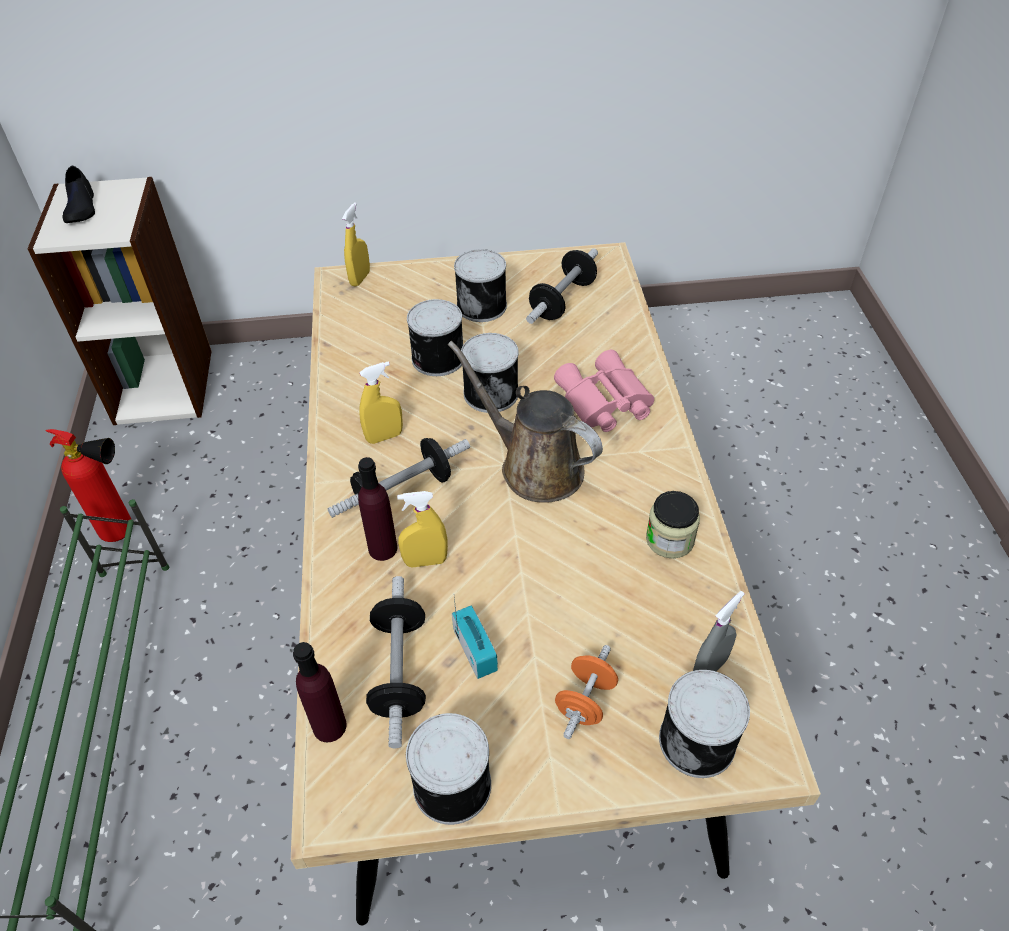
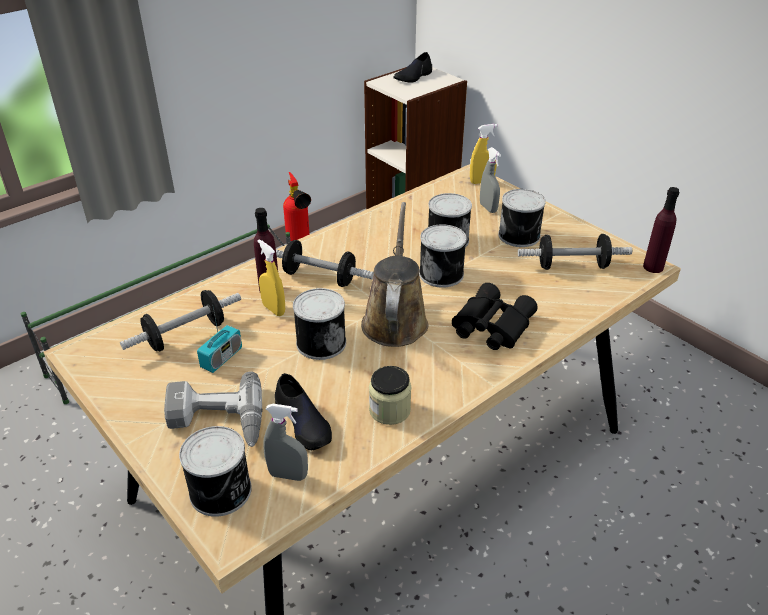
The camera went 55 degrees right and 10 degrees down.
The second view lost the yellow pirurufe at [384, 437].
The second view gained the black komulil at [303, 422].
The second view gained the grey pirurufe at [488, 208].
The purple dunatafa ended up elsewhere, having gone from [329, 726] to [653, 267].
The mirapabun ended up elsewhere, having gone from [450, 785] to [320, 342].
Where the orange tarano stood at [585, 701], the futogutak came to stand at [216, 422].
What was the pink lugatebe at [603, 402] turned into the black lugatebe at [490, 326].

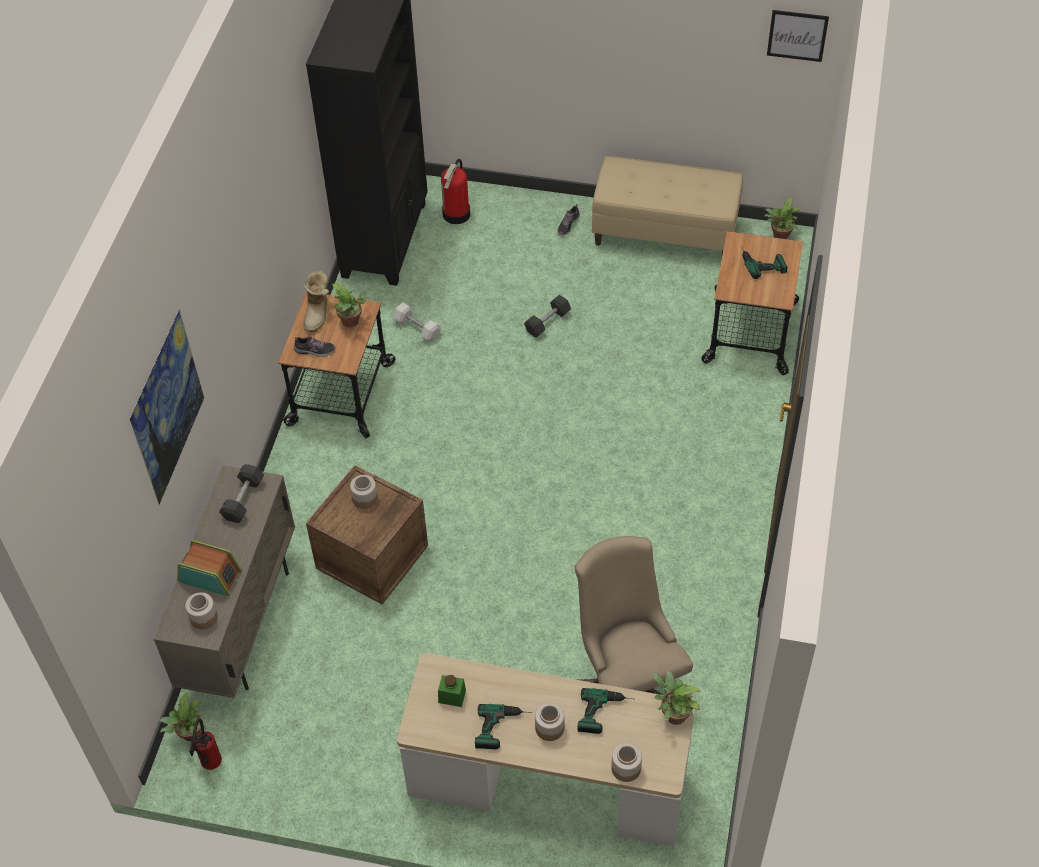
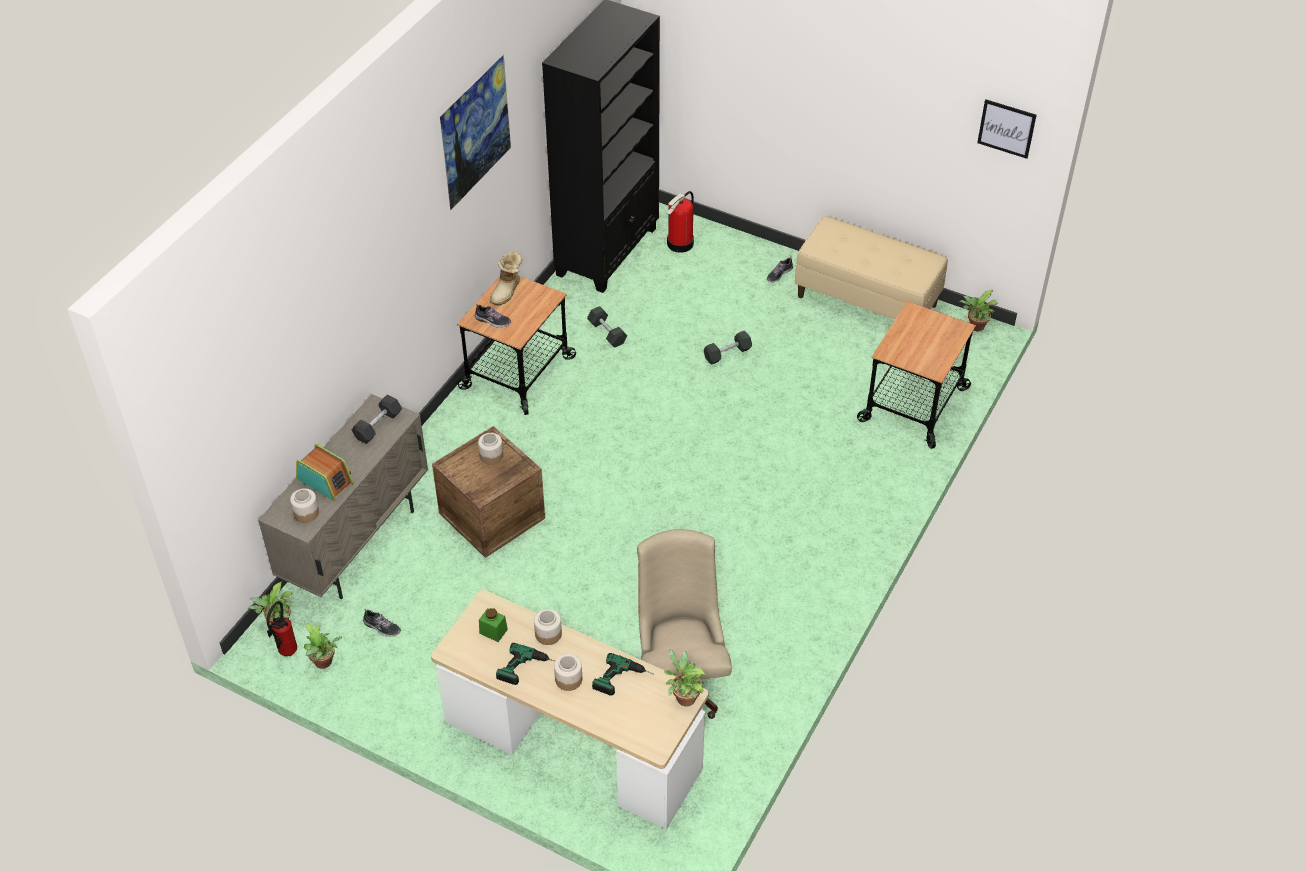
The camera went 15 degrees right and 5 degrees down.
The second view lost the futogutak at [761, 261].
The second view gained the komulil at [382, 627].
The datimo ended up elsewhere, having gone from [175, 429] to [478, 156].
The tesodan ended up elsewhere, having gone from [352, 322] to [324, 663].
The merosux ended up elsewhere, having gone from [626, 768] to [548, 634].
What was the white tarano at [417, 328] turned into the black tarano at [607, 333].

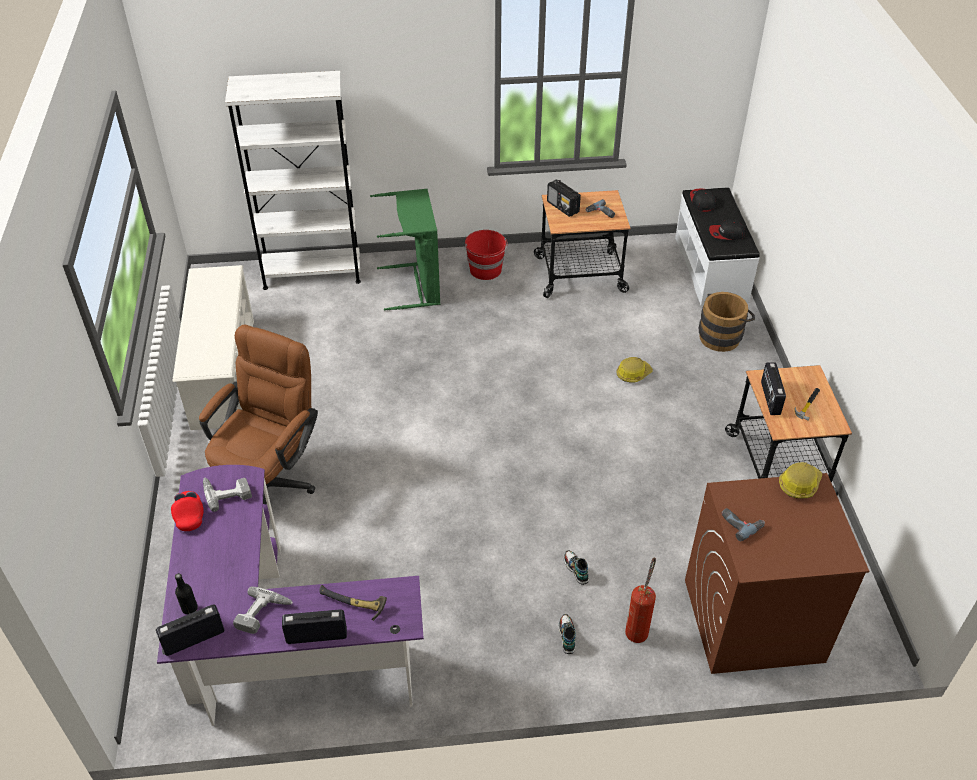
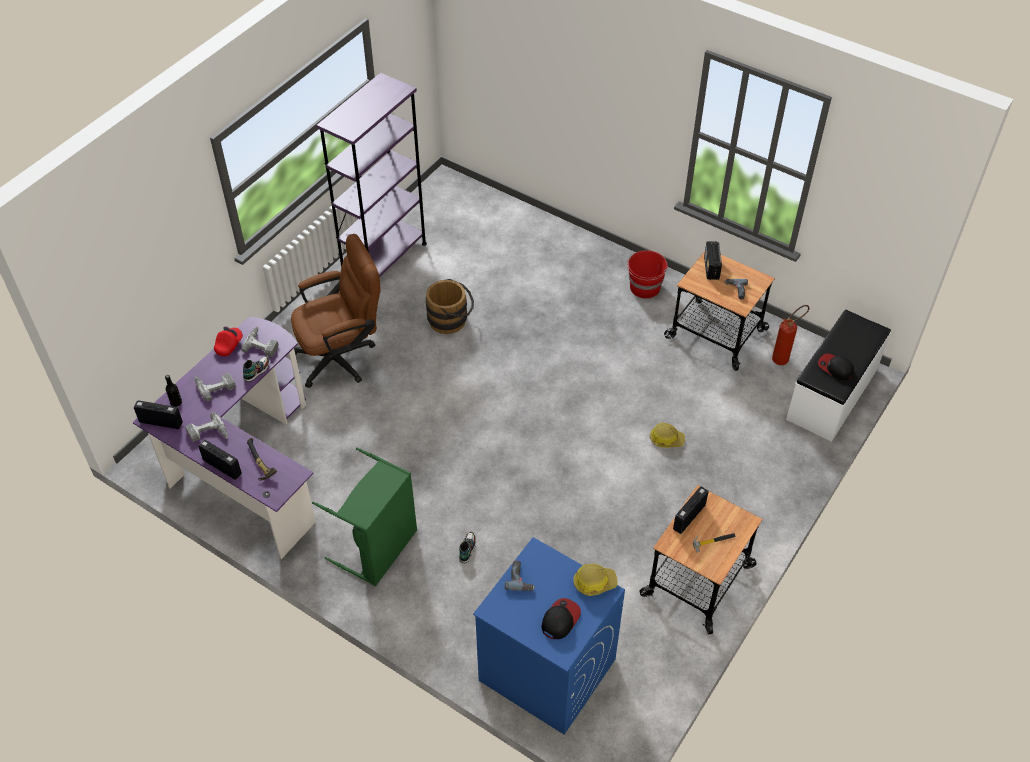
The camera went 40 degrees right and 5 degrees up.
The second view lost the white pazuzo at [312, 273].
The second view gained the futogutak at [215, 385].
The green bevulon ended up elsewhere, having gone from [417, 286] to [379, 549].
The komulil ended up elsewhere, having gone from [567, 636] to [256, 371].
The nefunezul ended up elsewhere, having gone from [638, 628] to [783, 358].
The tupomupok ended up elsewhere, having gone from [702, 201] to [560, 619].
The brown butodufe ended up elsewhere, having gone from [722, 335] to [451, 320].
Where the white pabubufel stood at [223, 373], the purple pazuzo came to stand at [385, 261].
What was the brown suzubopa at [752, 621] turned into the blue suzubopa at [546, 670].

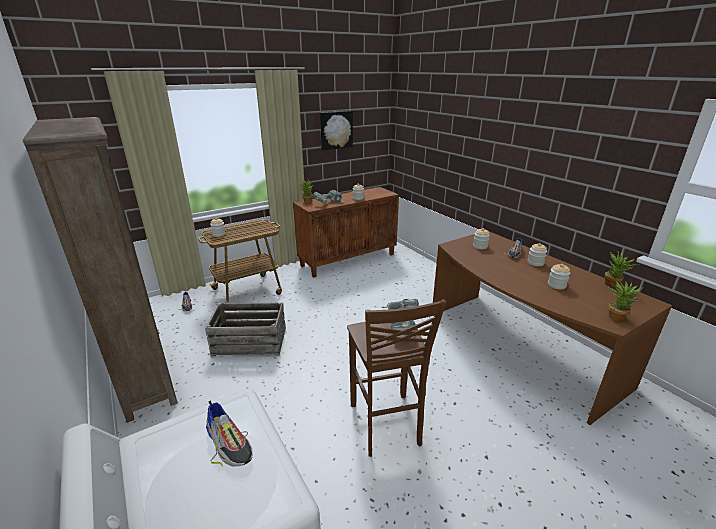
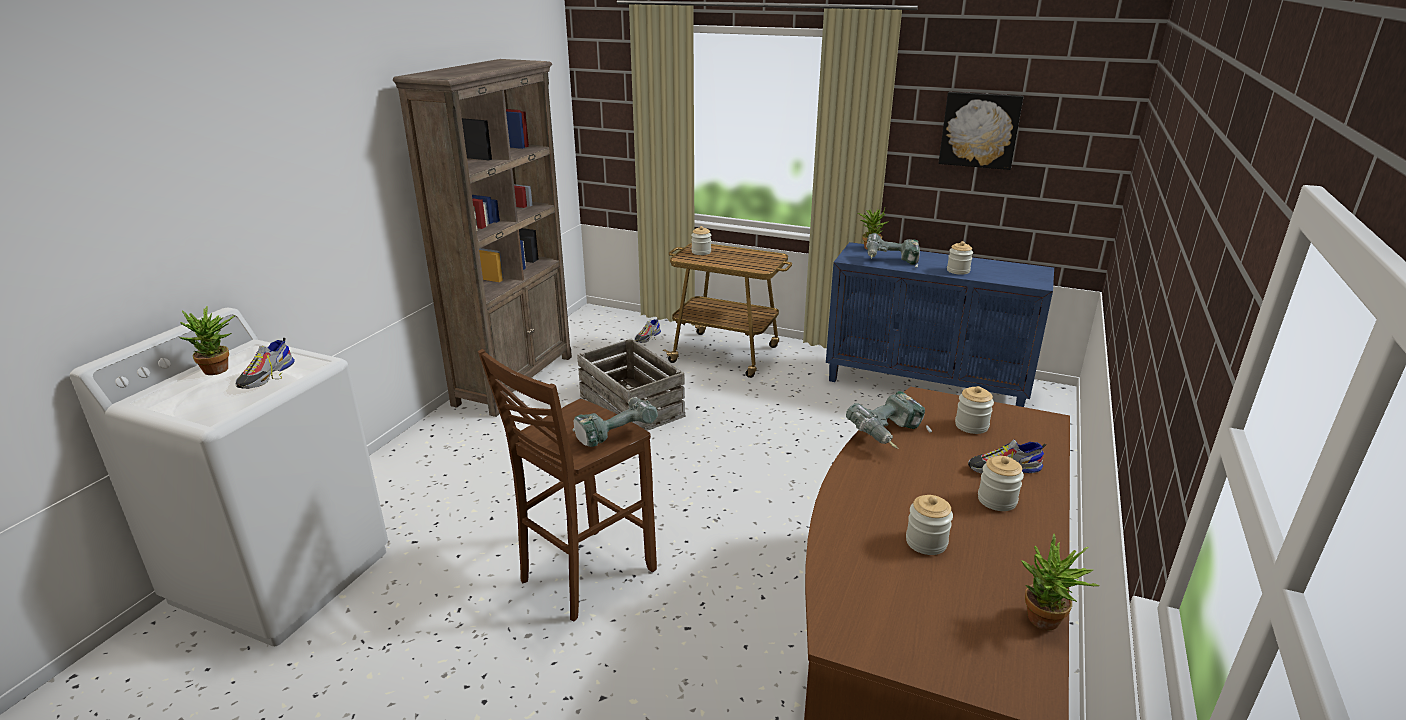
The camera went 55 degrees right and 0 degrees up.
The second view gained the futogutak at [889, 436].
The tesodan ended up elsewhere, having gone from [617, 316] to [220, 371].
What was the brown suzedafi at [348, 259] turned into the blue suzedafi at [927, 385].

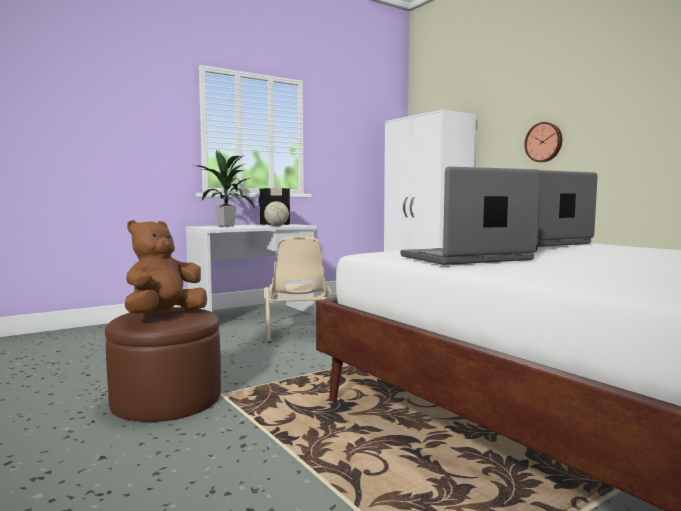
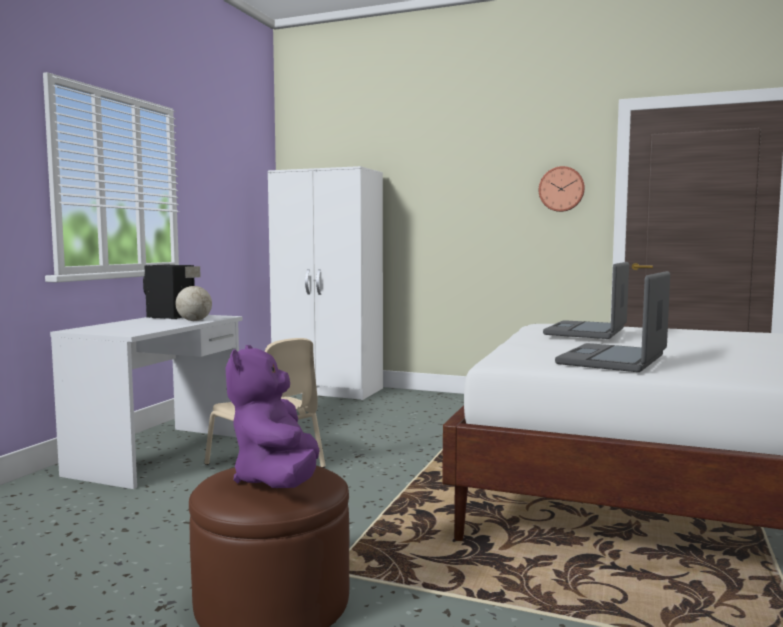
The camera went 35 degrees left and 0 degrees up.
The second view lost the tesodan at [226, 226].
The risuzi ended up elsewhere, having gone from [544, 142] to [561, 189].
What was the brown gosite at [164, 315] turned into the purple gosite at [278, 481].

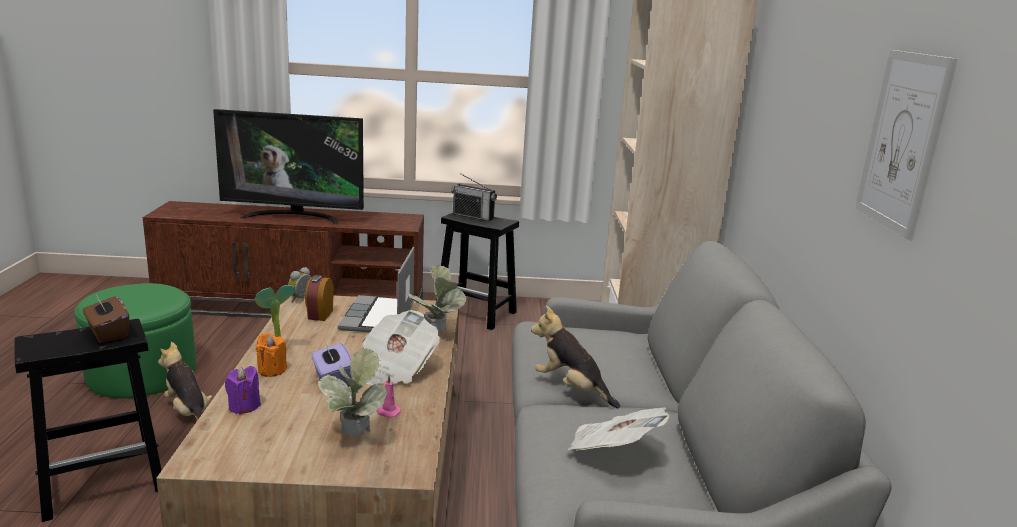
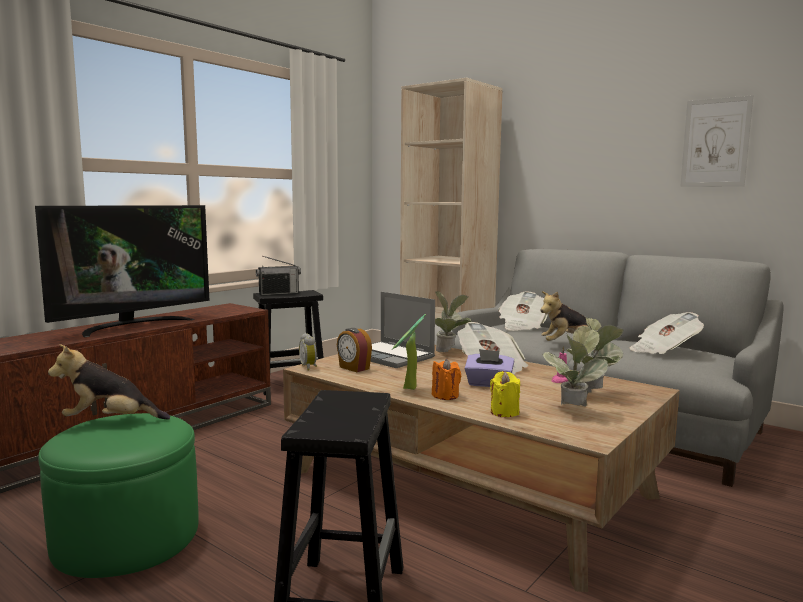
The camera went 50 degrees left and 10 degrees down.
The second view lost the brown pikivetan at [107, 333].
The second view gained the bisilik at [522, 326].
The second view gained the tesodan at [572, 410].
The gosite ended up elsewhere, having gone from [188, 412] to [110, 421].
What was the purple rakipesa at [244, 406] turned into the yellow rakipesa at [504, 412].

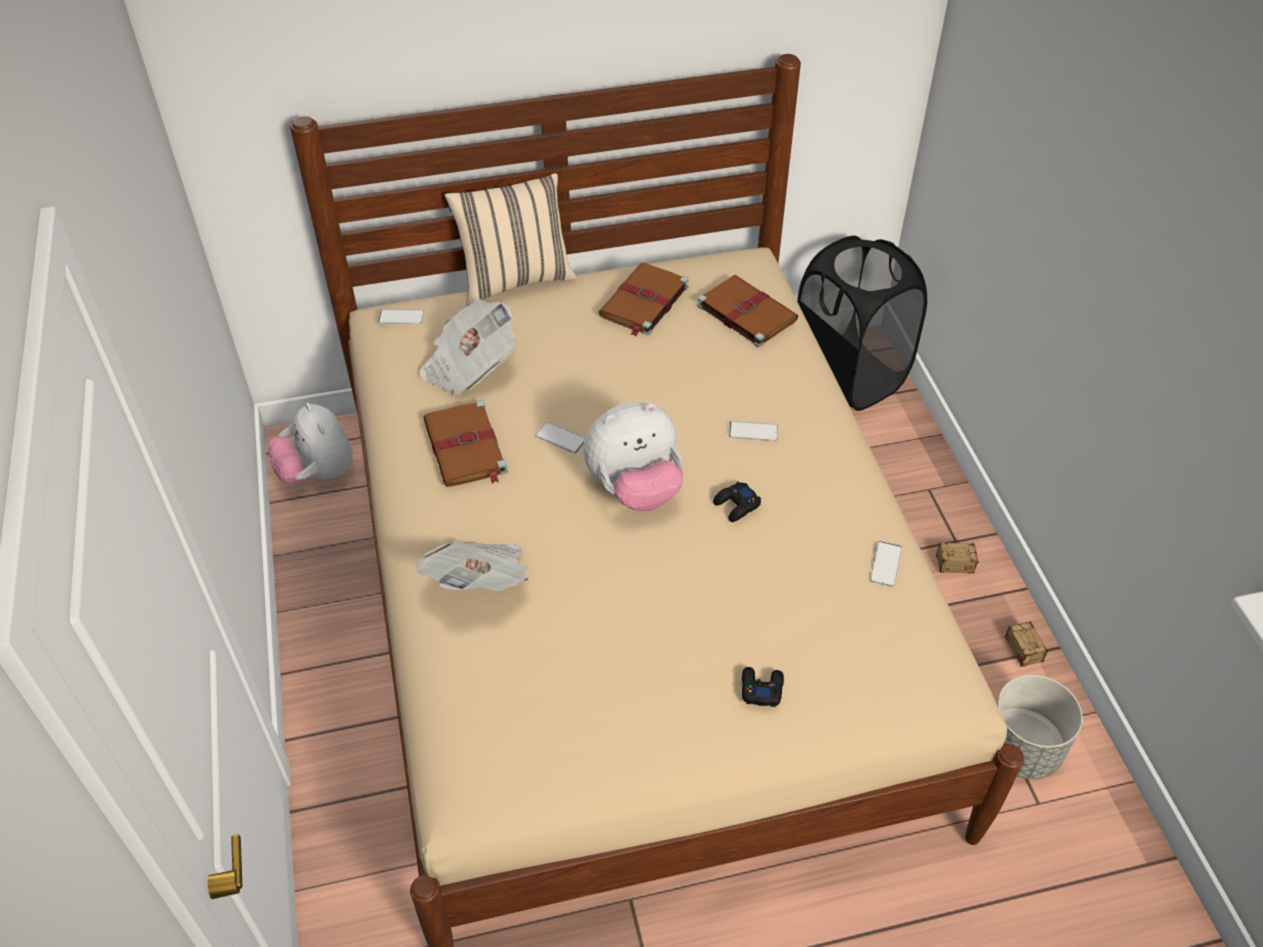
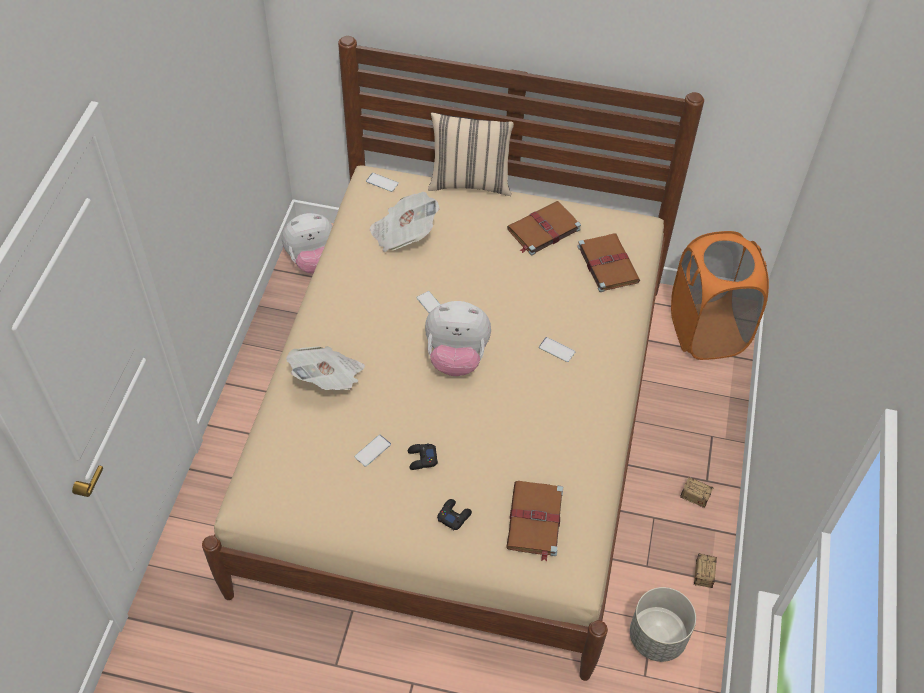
The camera went 25 degrees right and 5 degrees up.
The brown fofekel ended up elsewhere, having gone from [466, 448] to [535, 521].
The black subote ended up elsewhere, having gone from [736, 505] to [422, 459].
The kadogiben ended up elsewhere, having gone from [886, 564] to [372, 450].
What was the black bevulon at [848, 377] turned into the orange bevulon at [707, 331].
The gosite at [318, 473] ended up facing another way, 105 degrees counterclockwise from before.

